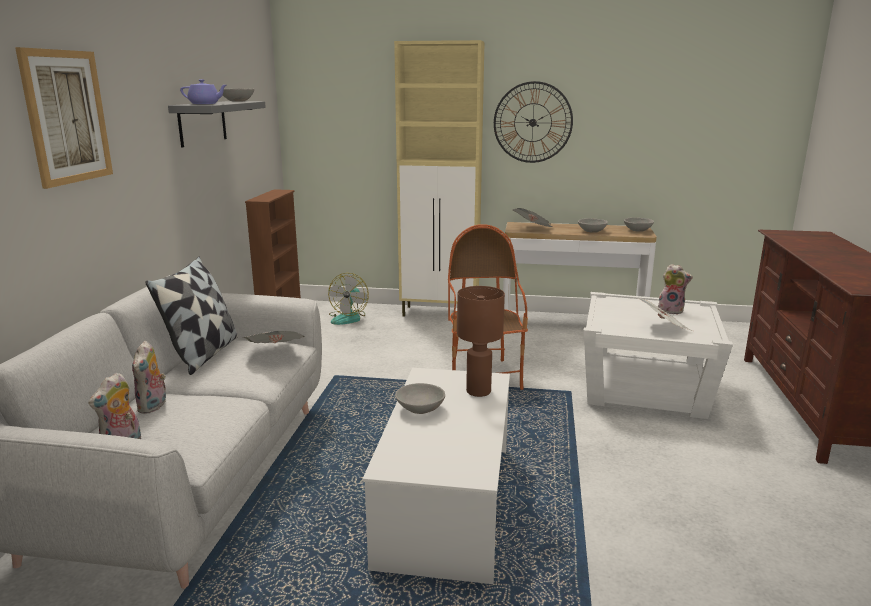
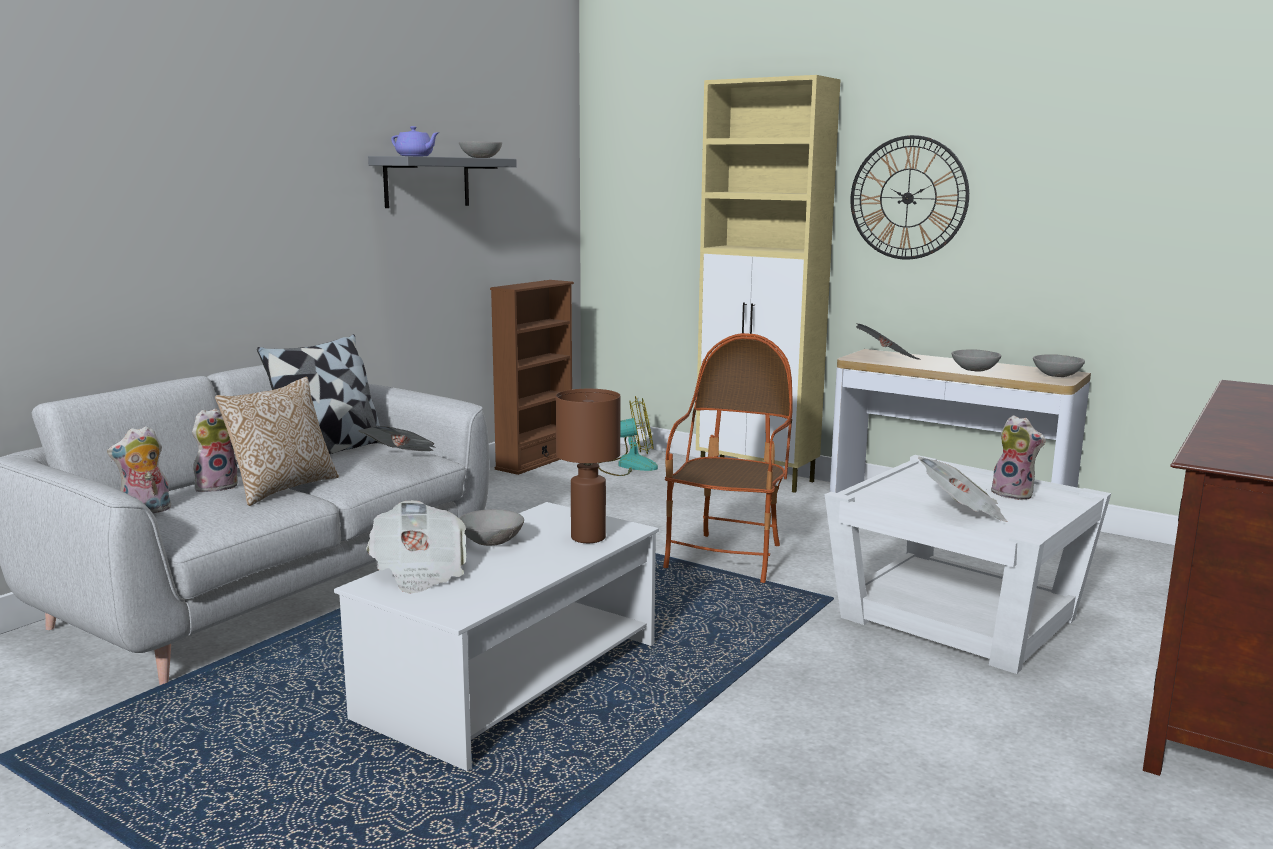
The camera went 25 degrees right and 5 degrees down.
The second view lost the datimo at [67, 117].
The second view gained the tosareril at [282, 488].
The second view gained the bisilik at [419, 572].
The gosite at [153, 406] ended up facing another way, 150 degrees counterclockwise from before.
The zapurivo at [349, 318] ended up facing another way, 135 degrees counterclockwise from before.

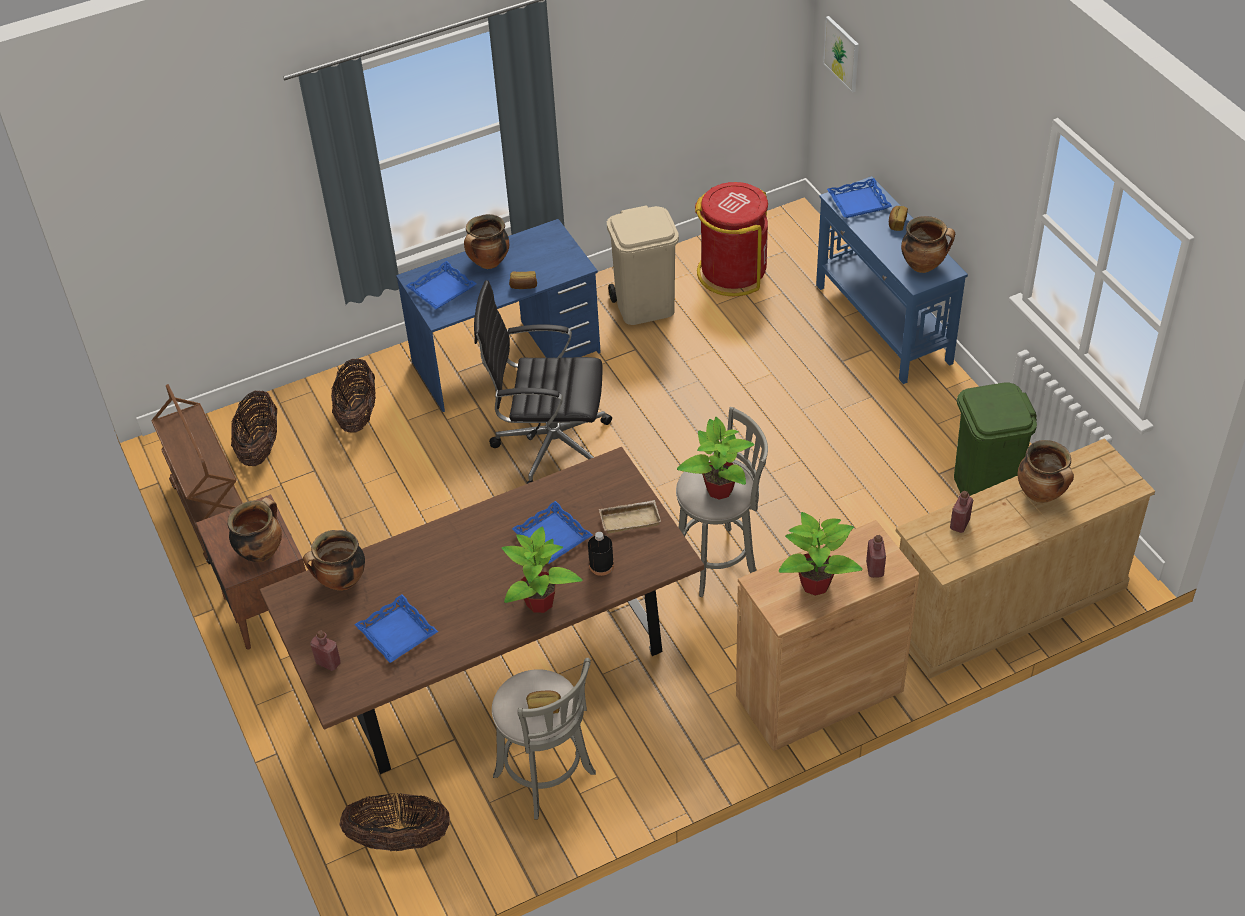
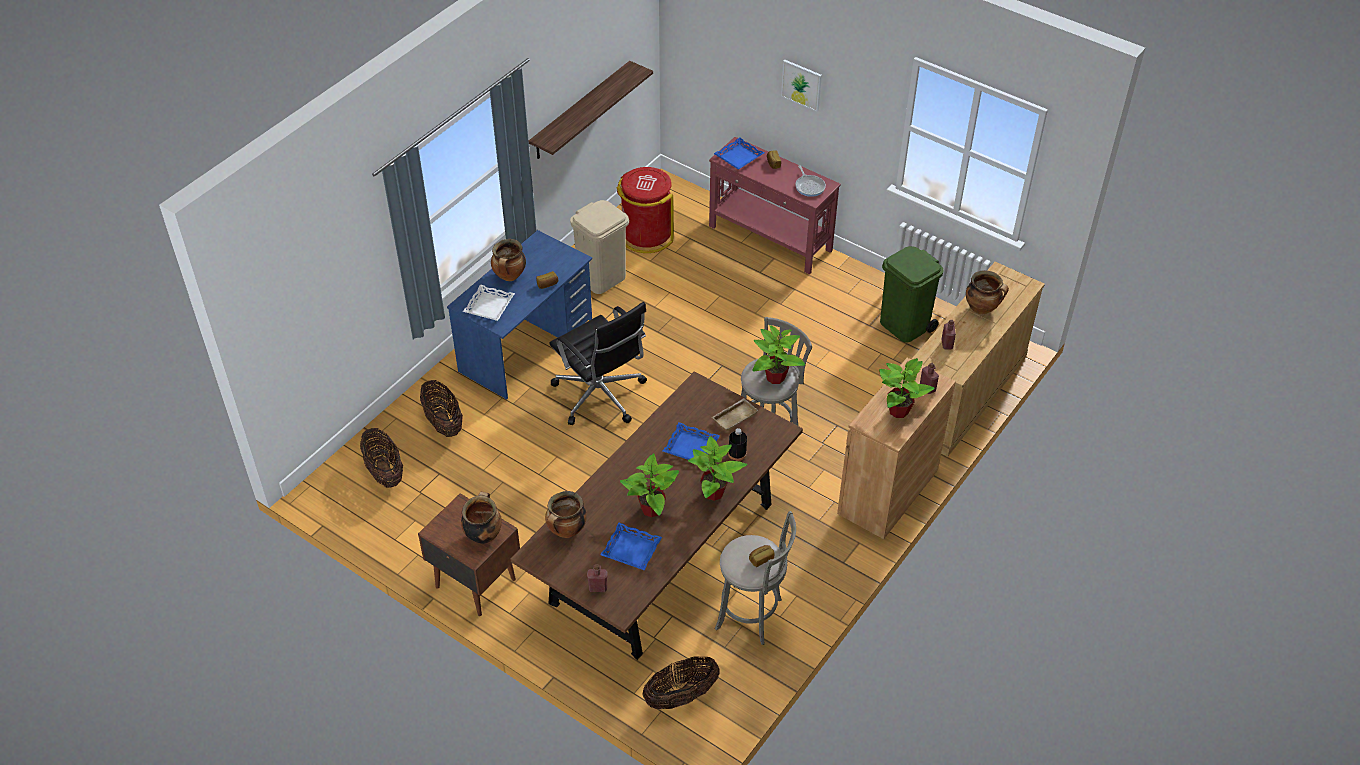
The camera went 30 degrees left and 0 degrees up.
The second view lost the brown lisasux at [213, 515].
The second view gained the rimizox at [581, 111].
The second view gained the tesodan at [651, 509].
The datimo ended up elsewhere, having gone from [842, 53] to [801, 85].
Where the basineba stood at [924, 265], the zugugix came to stand at [809, 186].
What was the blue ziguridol at [442, 290] turned into the white ziguridol at [489, 306].
What was the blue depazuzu at [883, 324] turned into the red depazuzu at [770, 239].
The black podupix at [550, 446] ended up facing another way, 105 degrees counterclockwise from before.

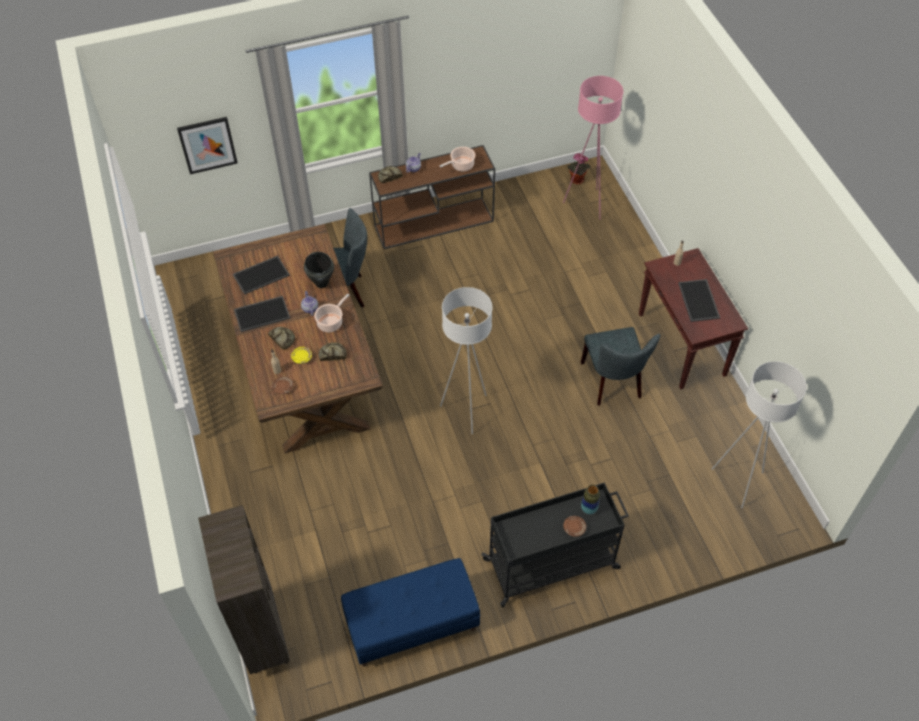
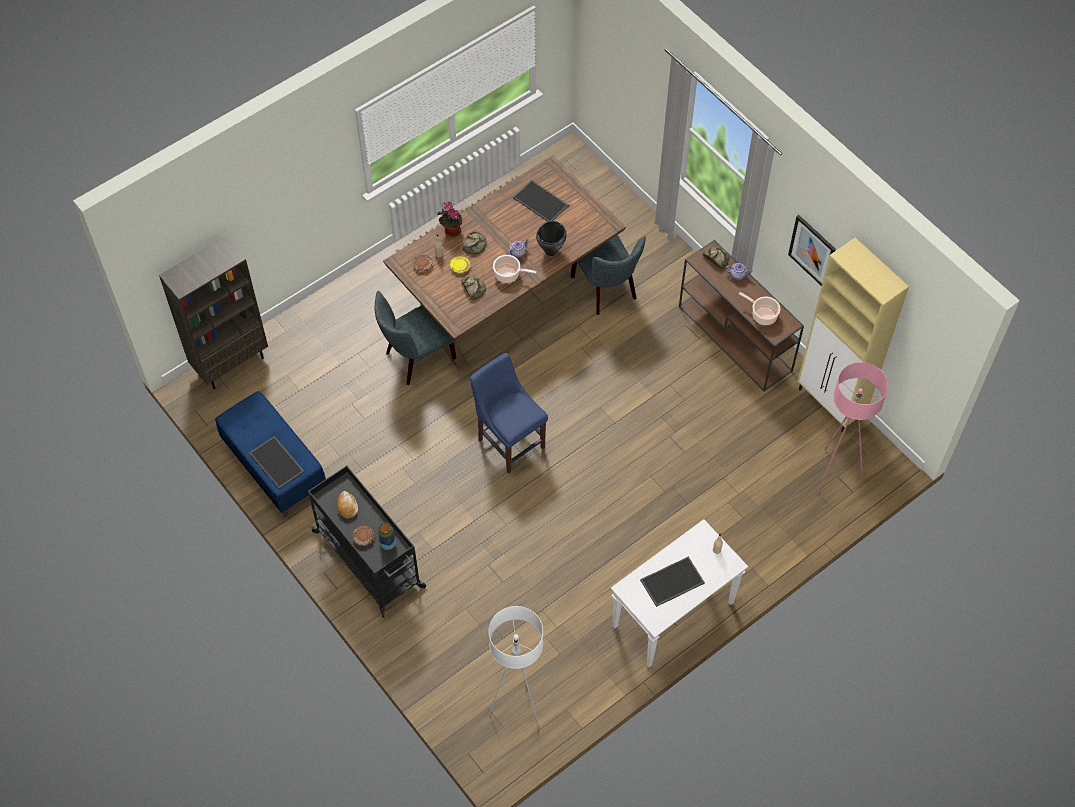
The camera went 70 degrees right and 5 degrees up.
The second view gained the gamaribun at [347, 506].
The second view gained the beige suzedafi at [830, 404].
The datimo ended up elsewhere, having gone from [207, 145] to [812, 251].
The ziguridol ended up elsewhere, having gone from [262, 313] to [277, 462].
The tesodan ended up elsewhere, having gone from [576, 180] to [451, 230].
The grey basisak ended up elsewhere, having gone from [613, 383] to [416, 359].
Where the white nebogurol stood at [467, 411], the blue basisak came to stand at [509, 441].
What was the brown depazuzu at [682, 345] turned into the white depazuzu at [672, 615].

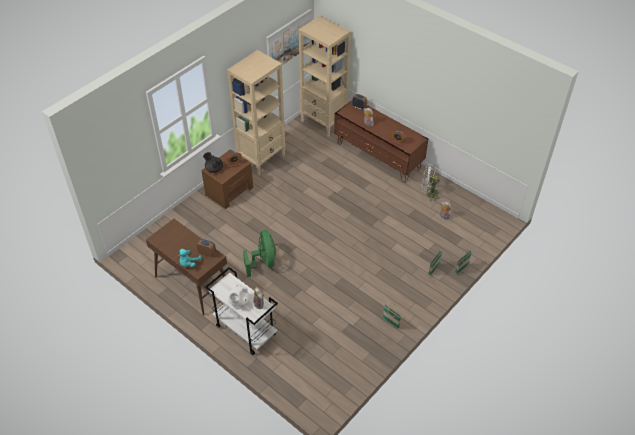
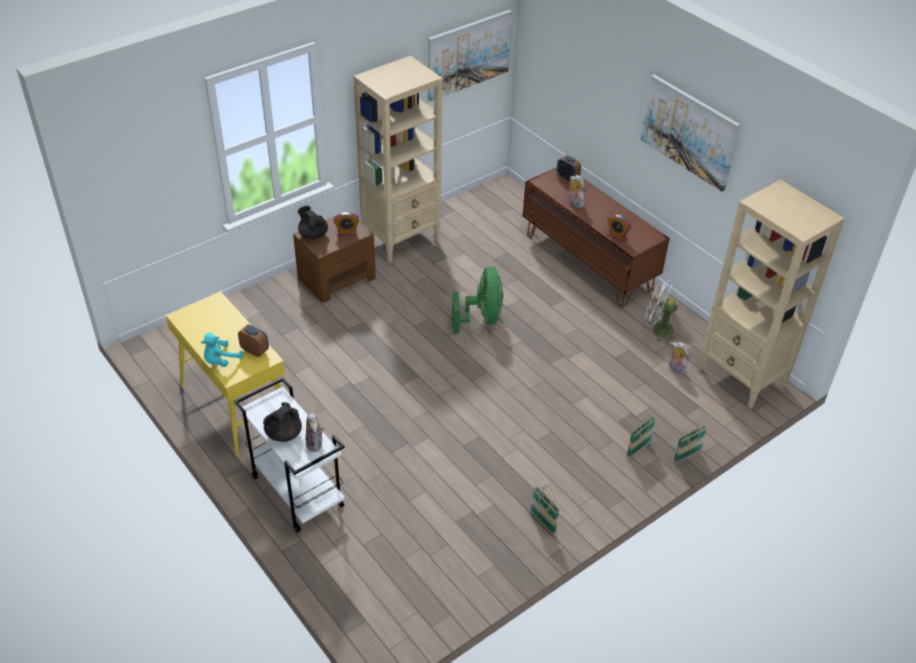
The camera went 10 degrees right and 5 degrees down.
The second view gained the datimo at [689, 131].
The green zapurivo ended up elsewhere, having gone from [263, 262] to [482, 318].
The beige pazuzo ended up elsewhere, having gone from [324, 122] to [742, 378].
What was the brown depazuzu at [192, 284] turned into the yellow depazuzu at [235, 405].
What was the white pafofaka at [239, 301] turned into the black pafofaka at [283, 434].

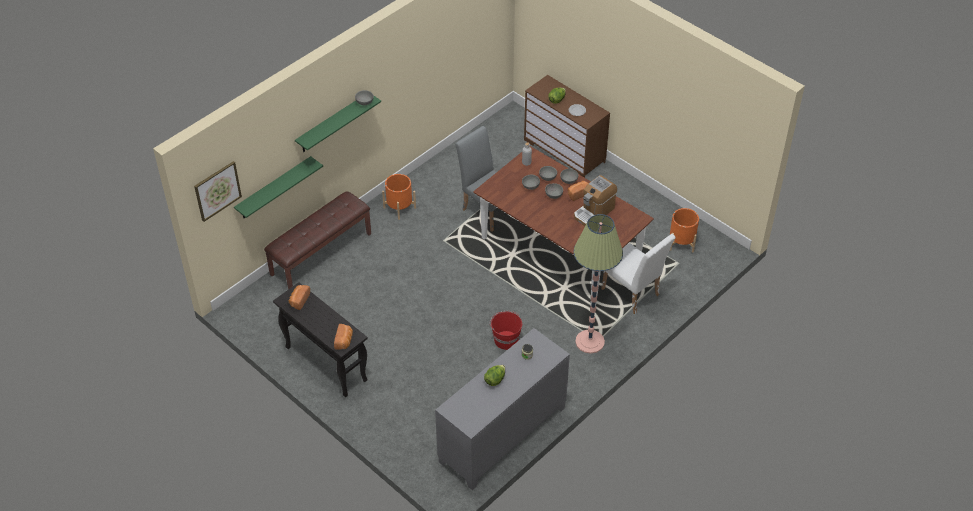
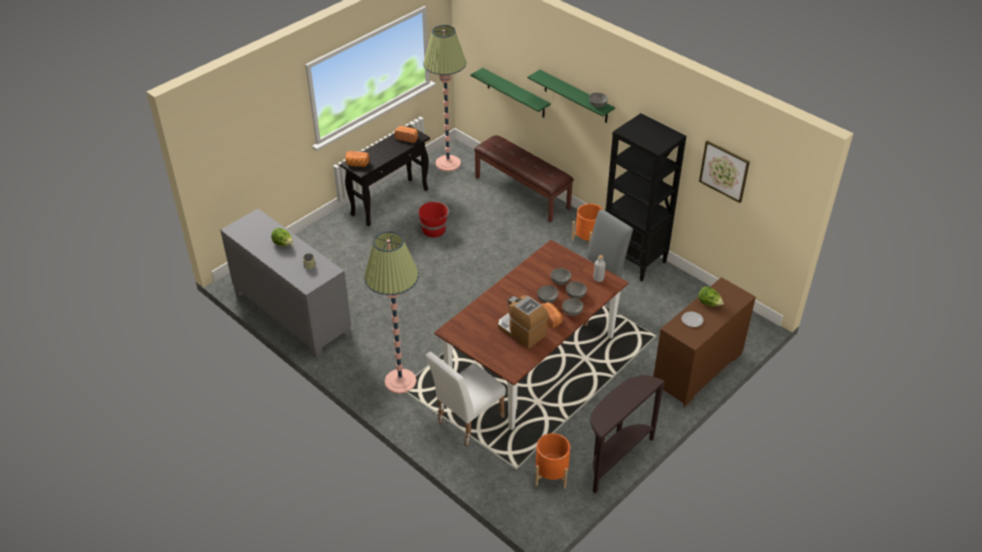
The camera went 90 degrees right and 5 degrees down.
The second view gained the nebogurol at [448, 163].
The second view gained the brown depazuzu at [615, 458].
The second view gained the black pazuzo at [634, 260].
The datimo ended up elsewhere, having gone from [217, 190] to [724, 171].
The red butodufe ended up elsewhere, having gone from [505, 339] to [434, 229].

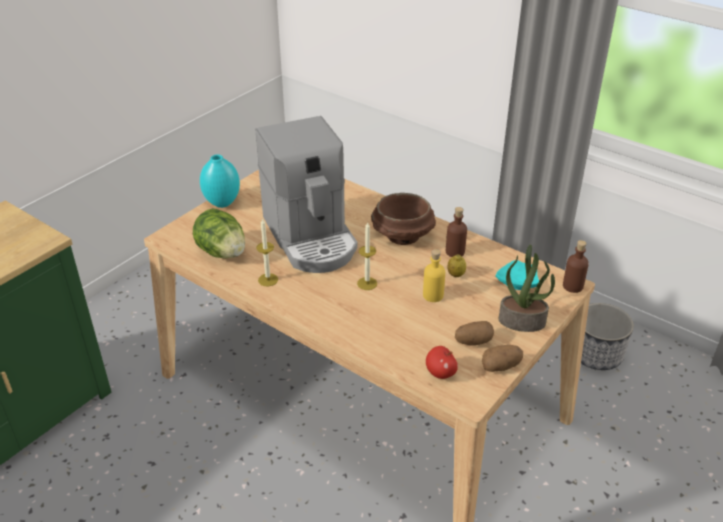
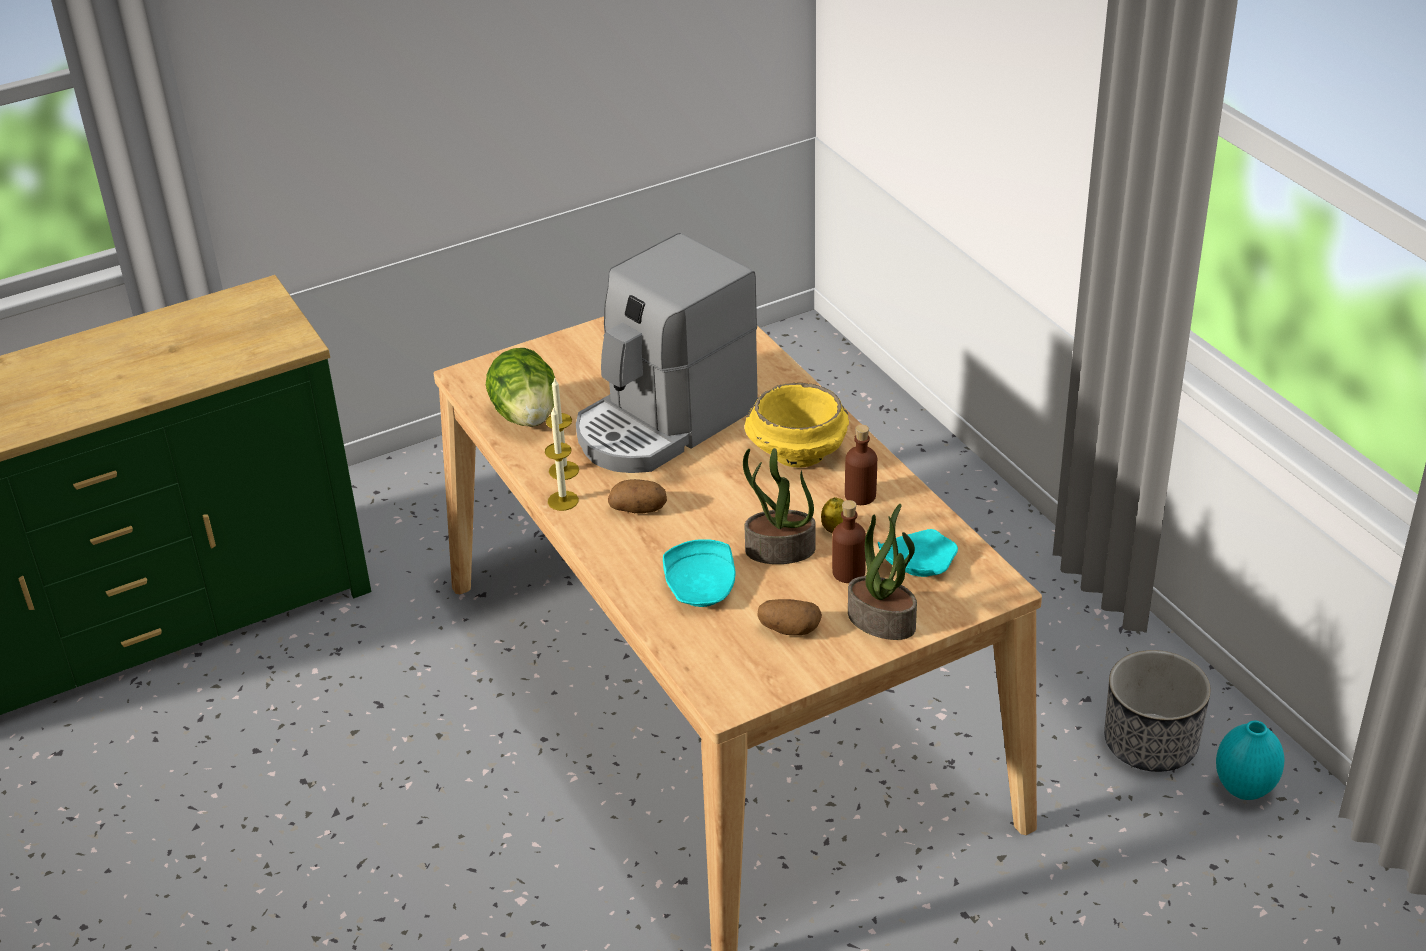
The camera went 25 degrees right and 0 degrees up.
The second view lost the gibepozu at [440, 373].
The second view gained the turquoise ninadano at [702, 587].
The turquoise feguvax ended up elsewhere, having gone from [223, 203] to [1245, 790].
The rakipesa ended up elsewhere, having gone from [367, 283] to [563, 501].
The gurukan ended up elsewhere, having gone from [501, 366] to [639, 509].
The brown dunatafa ended up elsewhere, having gone from [572, 286] to [848, 572].
Where the yellow dunatafa stood at [433, 295], the tesodan came to stand at [779, 551].
What was the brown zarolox at [402, 237] turned into the yellow zarolox at [797, 454].
The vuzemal at [311, 237] ended up facing another way, 45 degrees clockwise from before.

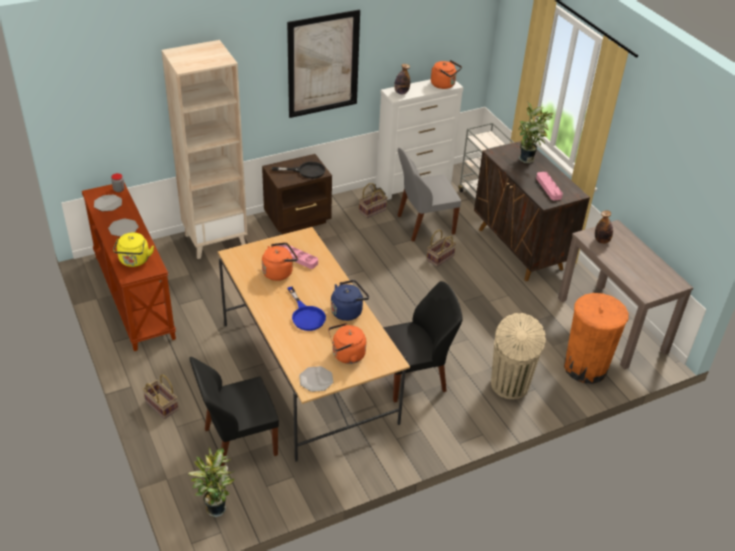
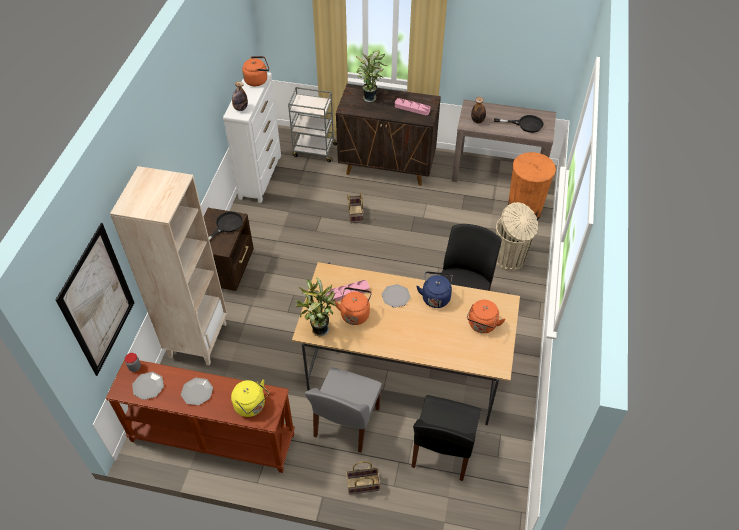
The camera went 50 degrees left and 10 degrees up.
The second view lost the blue zugugix at [306, 315].
The second view lost the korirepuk at [372, 210].
The second view gained the black zugugix at [525, 124].
The tesodan ended up elsewhere, having gone from [215, 507] to [318, 329].
The datimo ended up elsewhere, having gone from [323, 64] to [98, 301].
The ninadano ended up elsewhere, having gone from [316, 379] to [395, 296].
The grey basisak ended up elsewhere, having gone from [424, 225] to [345, 424].

